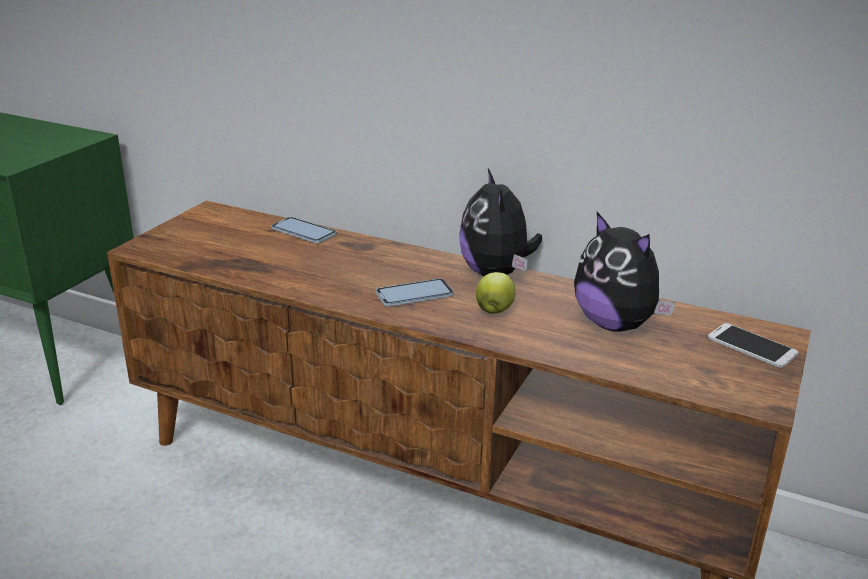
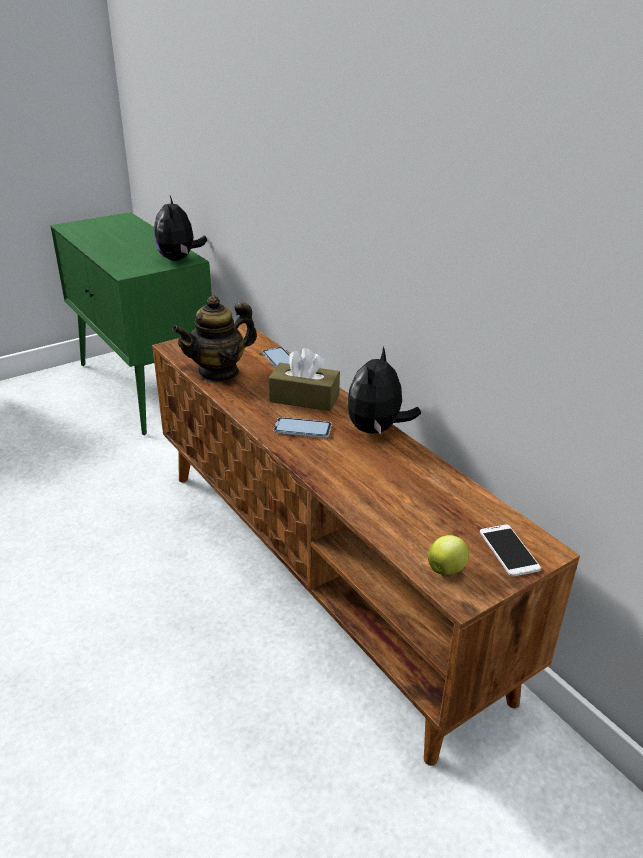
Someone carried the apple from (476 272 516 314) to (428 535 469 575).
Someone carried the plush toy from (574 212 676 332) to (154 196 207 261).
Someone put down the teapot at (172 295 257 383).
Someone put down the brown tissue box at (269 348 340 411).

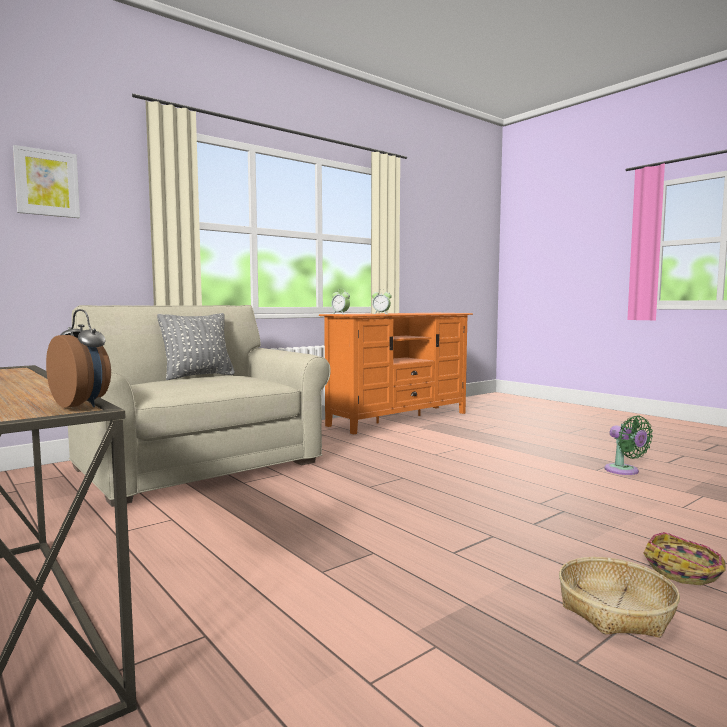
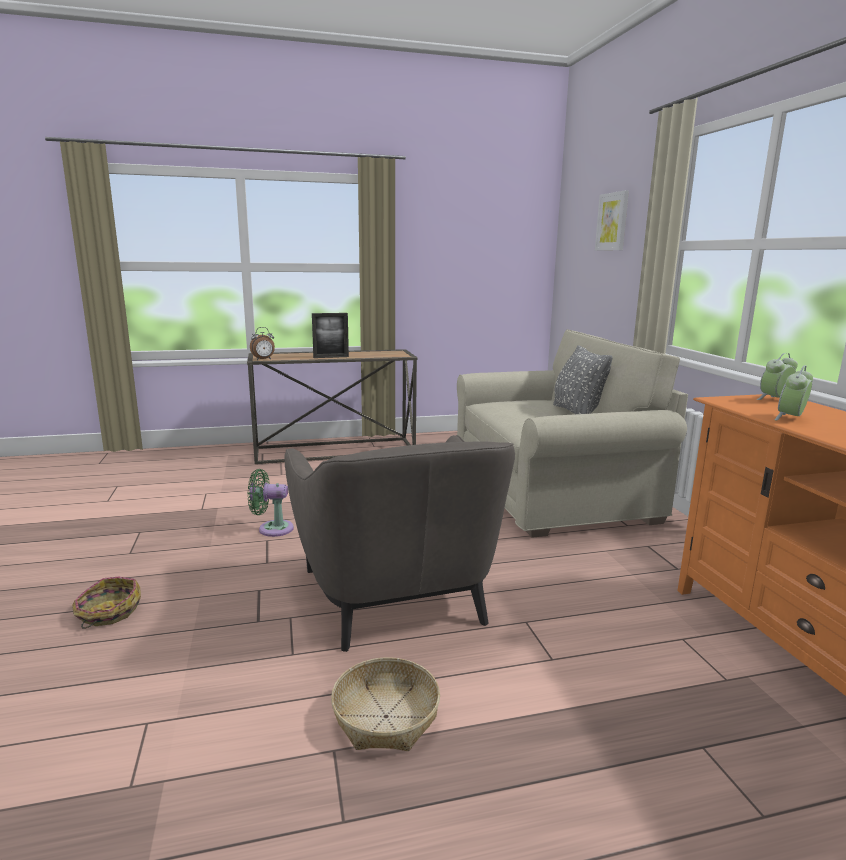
Someone carried the basket from (559 557 680 638) to (331 657 440 751).
Someone carried the green fan from (604 415 653 475) to (248 469 294 537).
Someone put down the grey armchair at (284 435 515 652).
Someone put down the picture frame at (312 313 349 358).

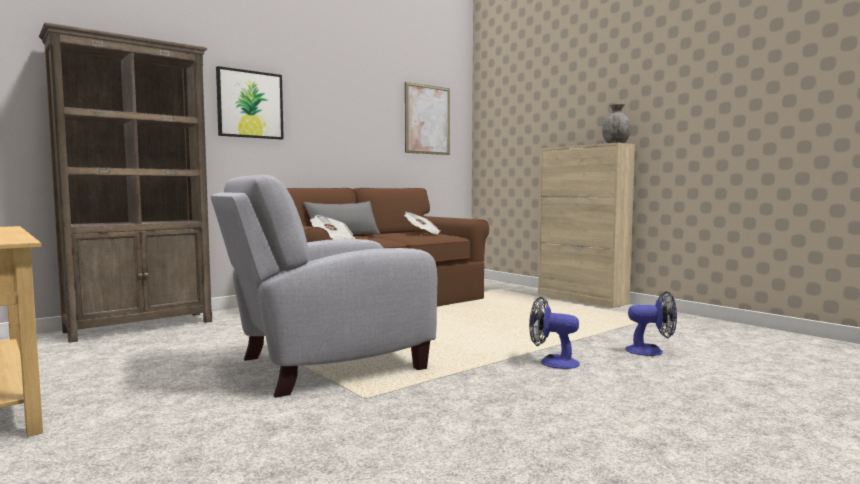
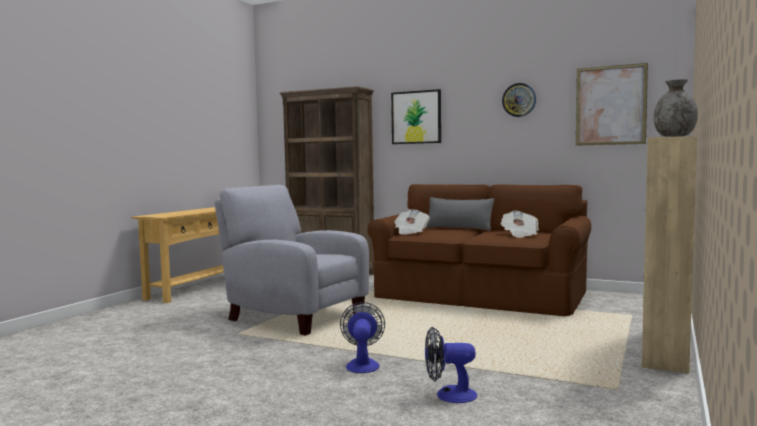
Someone rotated the fan at (625 291 677 356) by 105 degrees clockwise.
Someone put up the wall clock at (502 83 536 117).

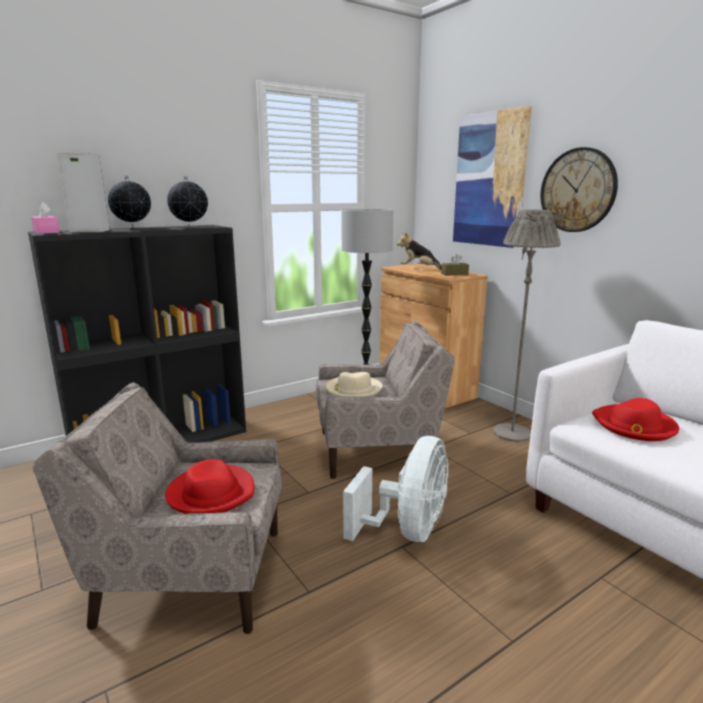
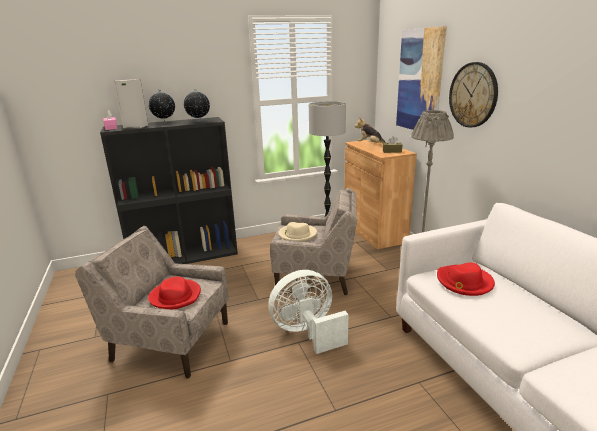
Someone rotated the white fan at (343 436 448 542) by 150 degrees counterclockwise.

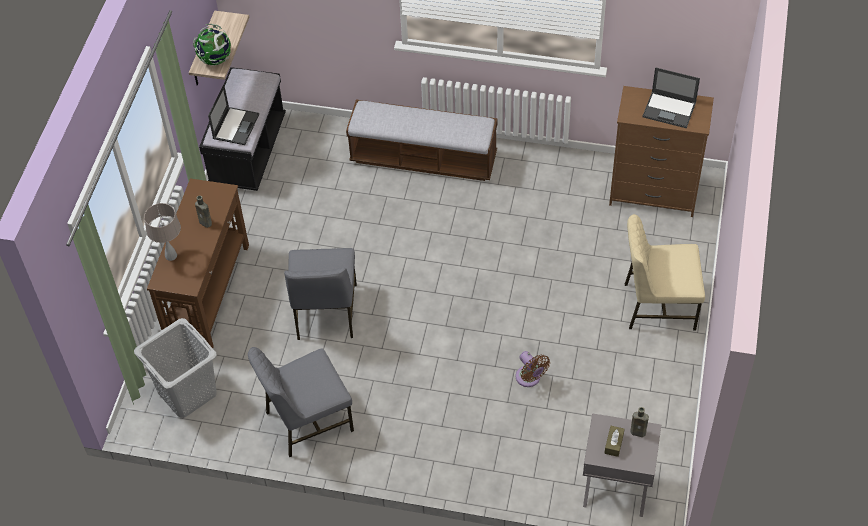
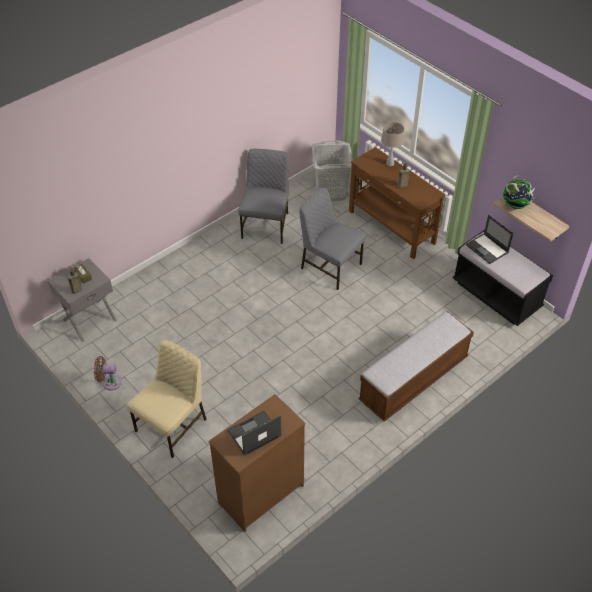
Someone carried the brown fan from (516 351 550 387) to (94 356 122 391).

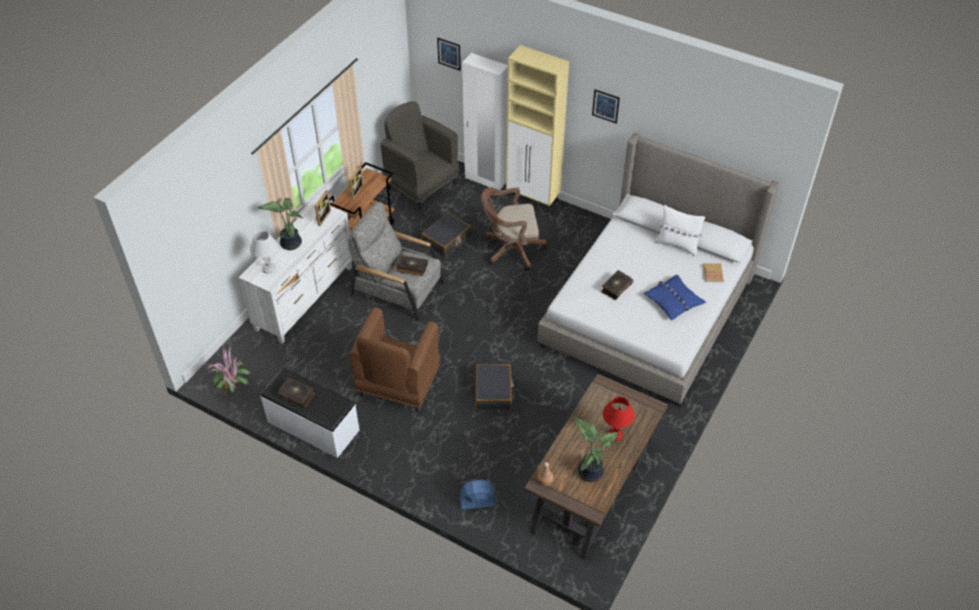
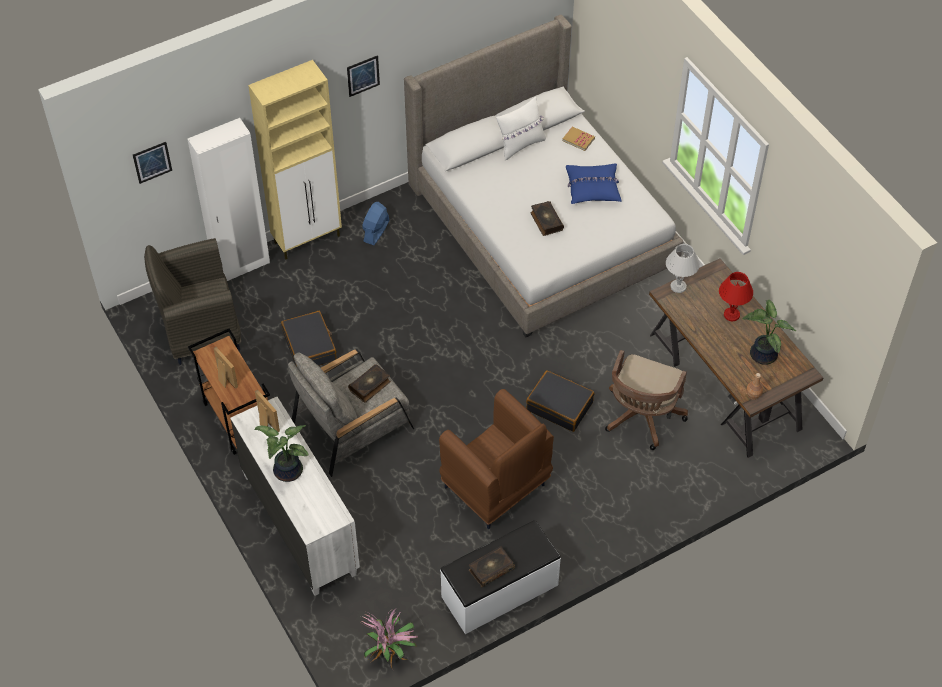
Someone carried the white table lamp from (250 230 278 274) to (666 244 700 293).
Someone carried the blue fan from (460 480 496 509) to (362 202 389 245).
Someone carried the brown office chair from (481 187 547 271) to (605 350 688 450).

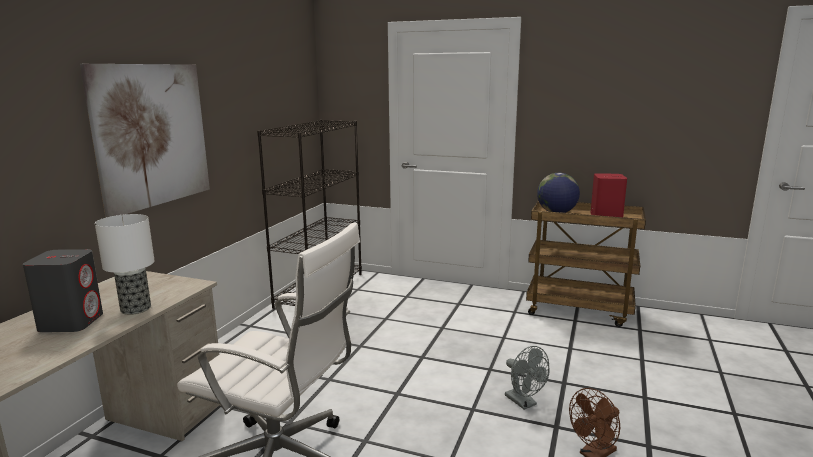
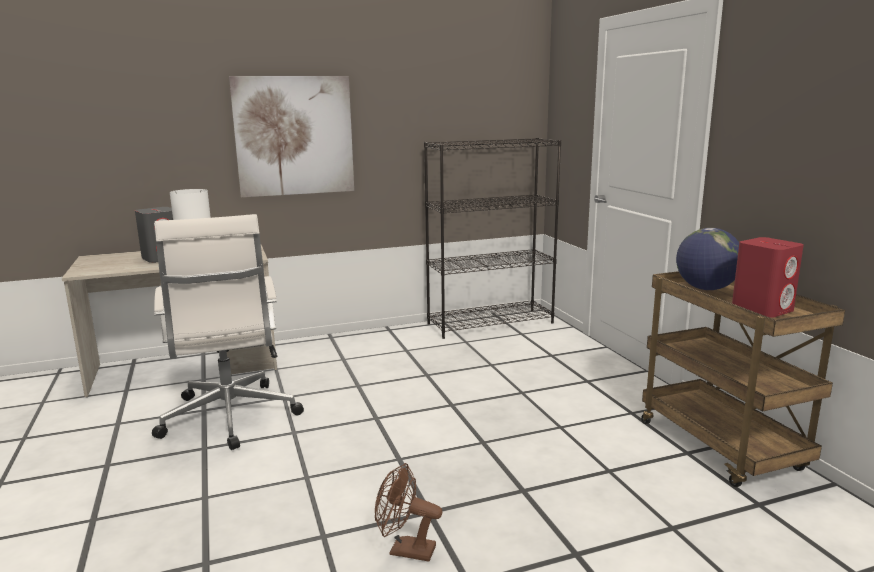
Someone took away the grey fan at (505 346 550 410).

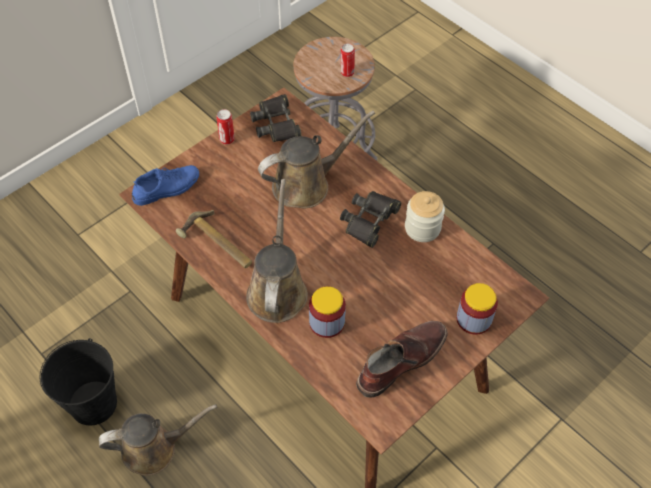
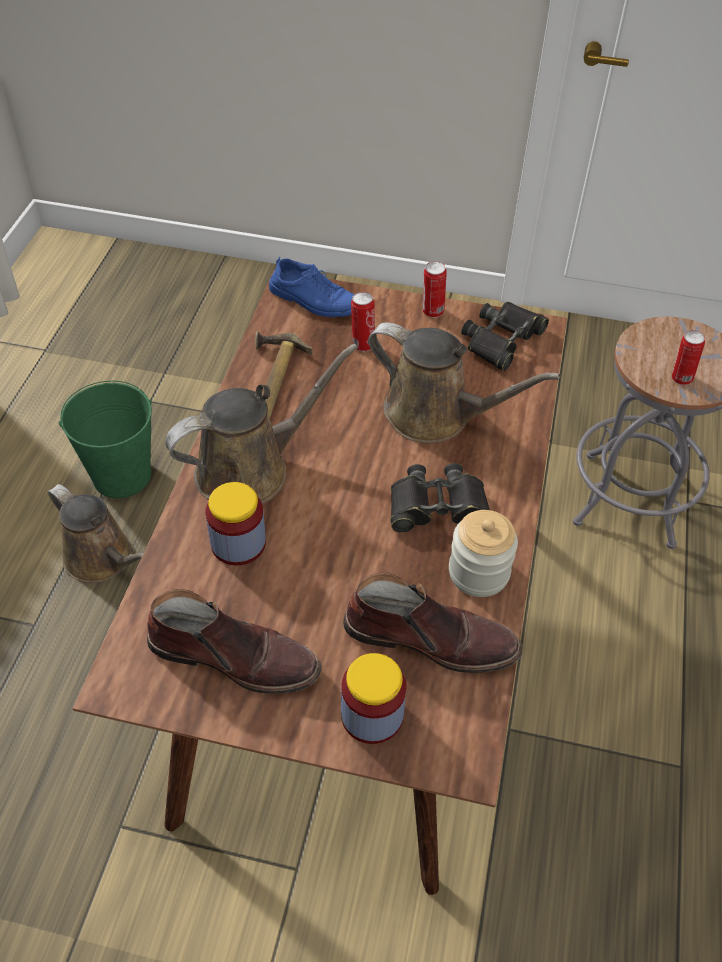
Someone repainted the black bucket at (40 338 117 426), which became the green bucket at (59 381 152 498).
Someone put down the brown boot at (343 573 522 673).
Someone put down the can at (351 292 375 352).

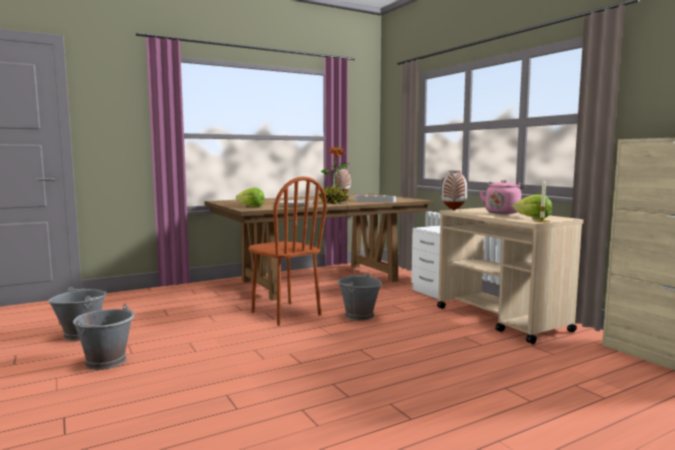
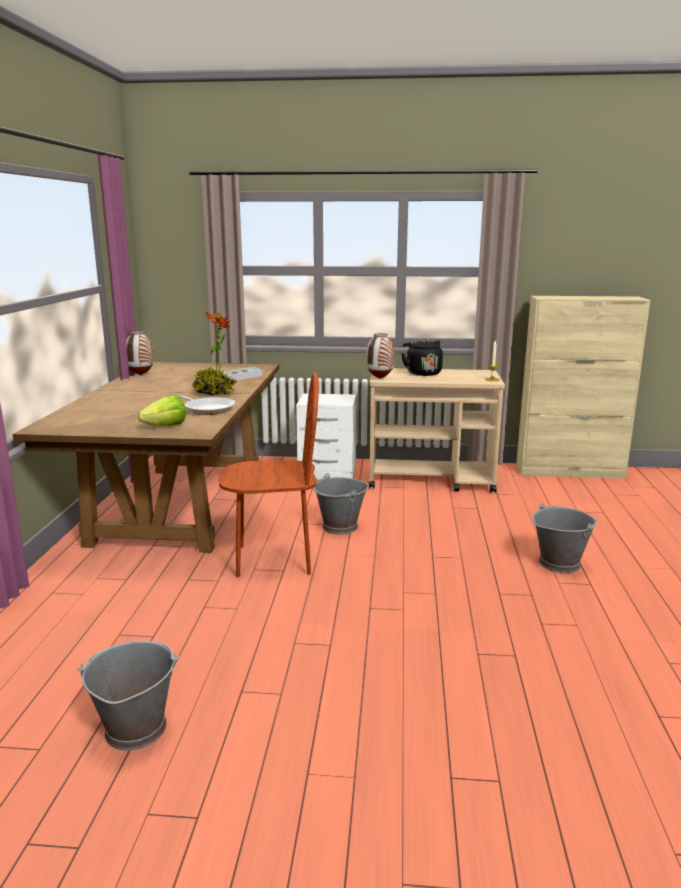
Someone carried the grey bucket from (73 304 135 370) to (533 503 598 573).
Someone repainted the pink kettle at (480 180 525 214), which became the black kettle at (401 339 443 376).
Someone took away the lettuce at (513 194 552 218).

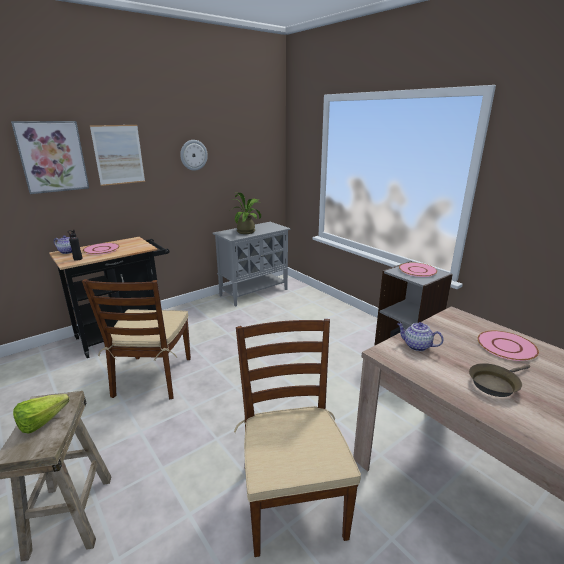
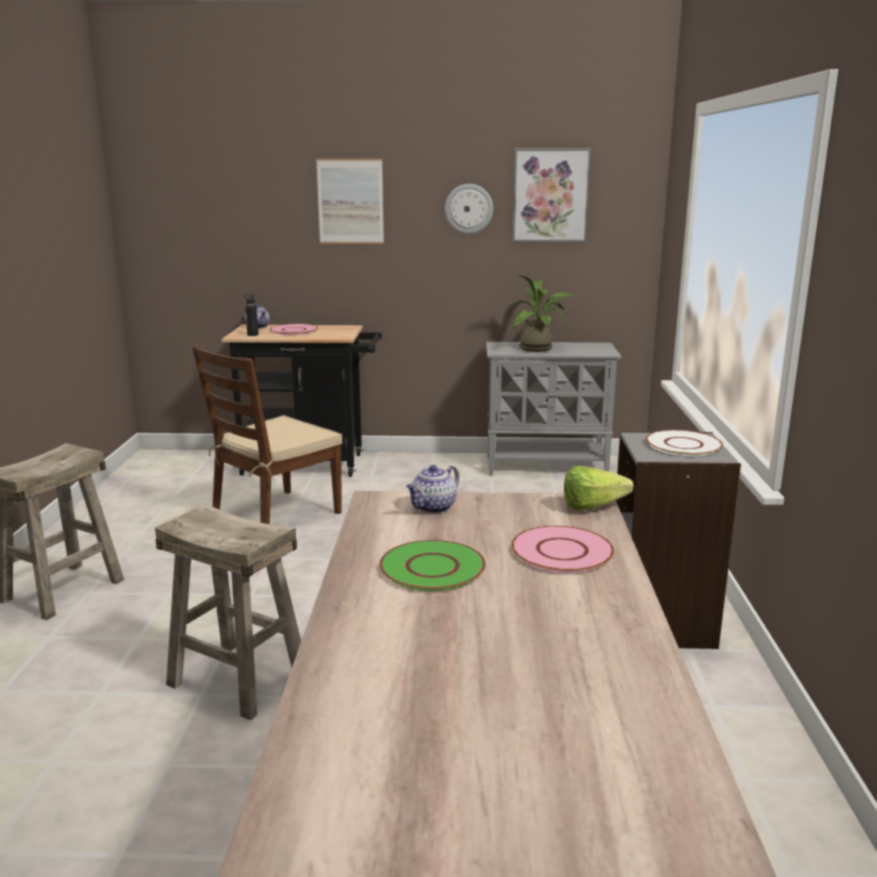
Someone carried the picture from (11 121 89 194) to (512 149 591 242).
Someone carried the lettuce from (13 394 69 434) to (564 466 634 510).
Someone swapped the brown chair at (234 319 361 557) for the beige stool at (155 504 301 720).
Someone rotated the teapot at (397 322 444 351) by 120 degrees counterclockwise.
Someone repainted the pink plate at (399 263 437 277), which became the white plate at (645 430 723 456).
Someone swapped the brown frying pan at (469 363 530 397) for the green plate at (379 540 486 591).

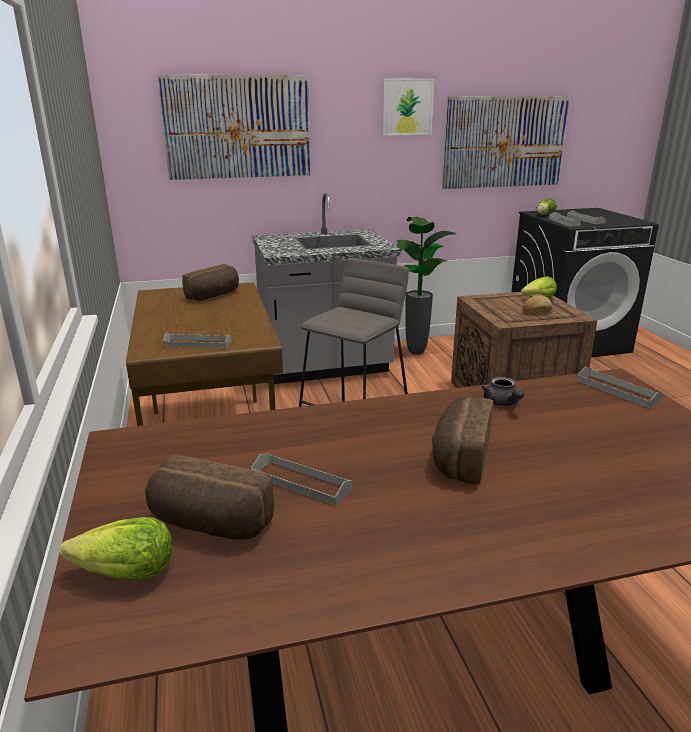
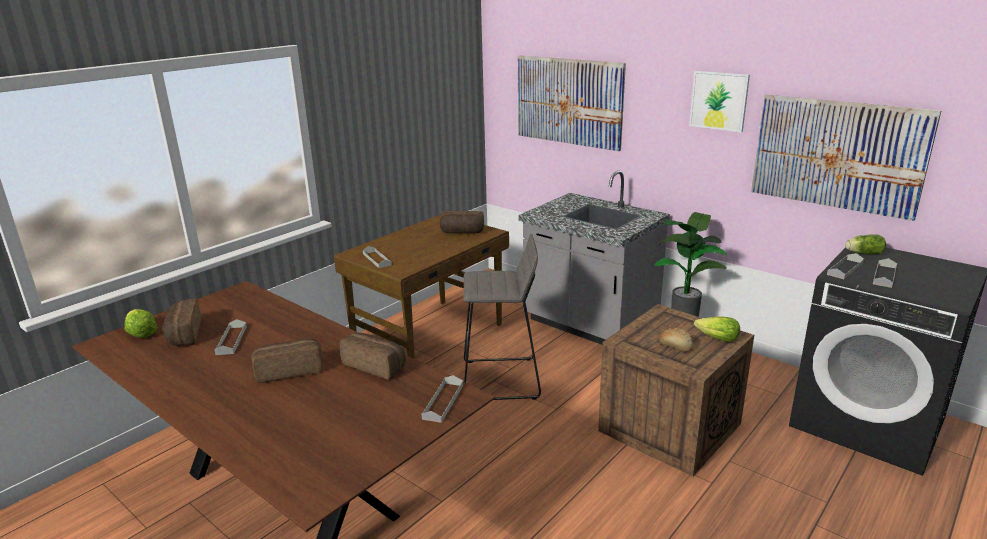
Someone swapped the grey teapot at (481 377 525 406) for the bread at (339 333 406 380).

